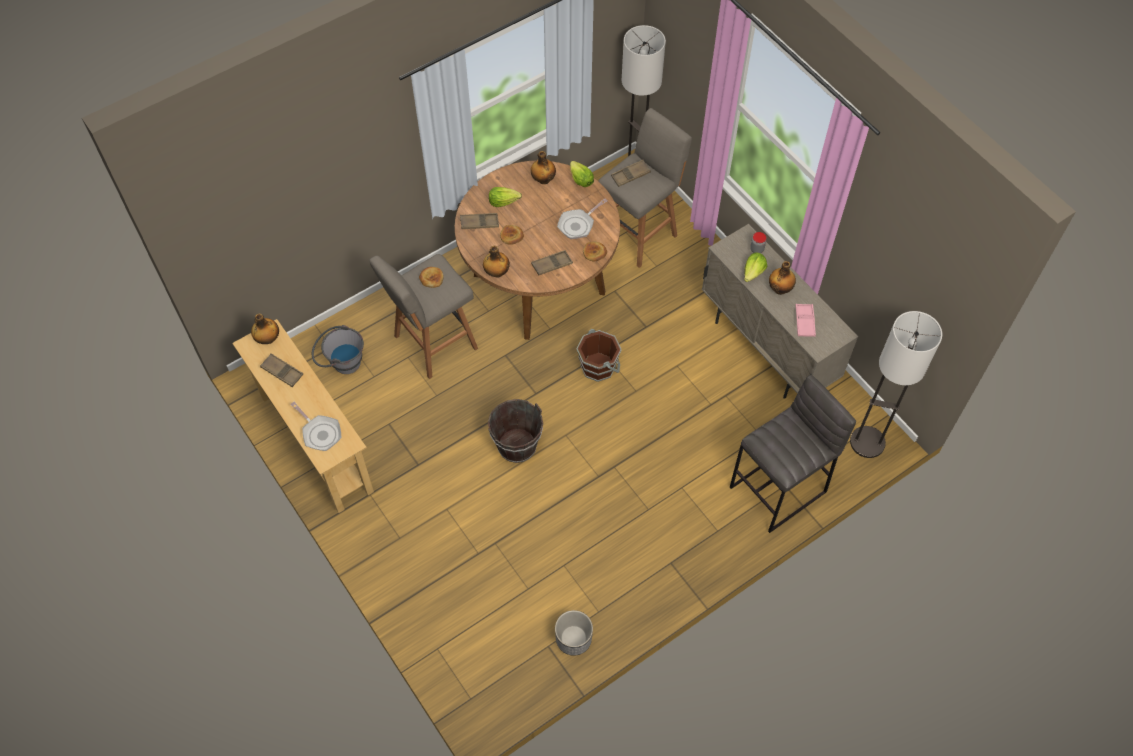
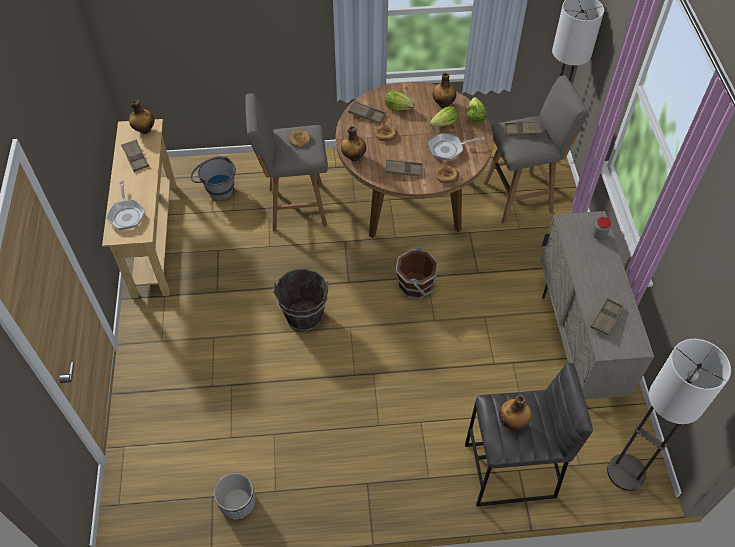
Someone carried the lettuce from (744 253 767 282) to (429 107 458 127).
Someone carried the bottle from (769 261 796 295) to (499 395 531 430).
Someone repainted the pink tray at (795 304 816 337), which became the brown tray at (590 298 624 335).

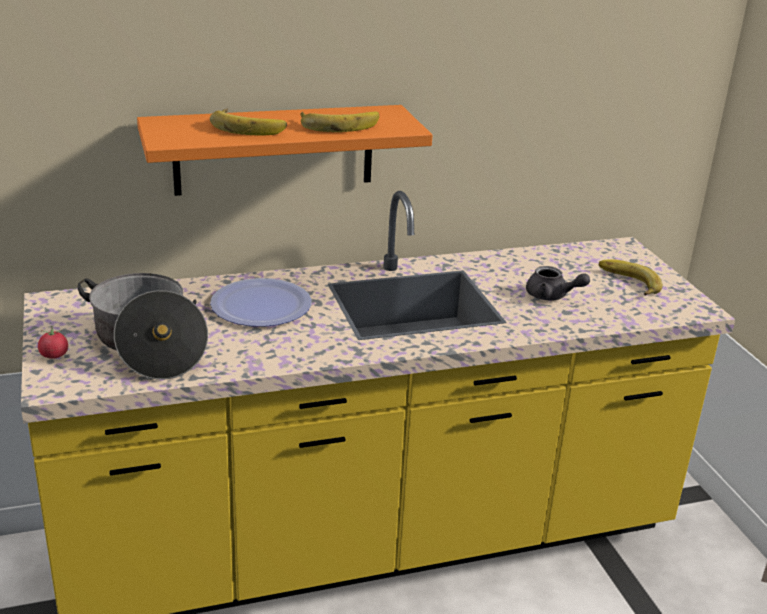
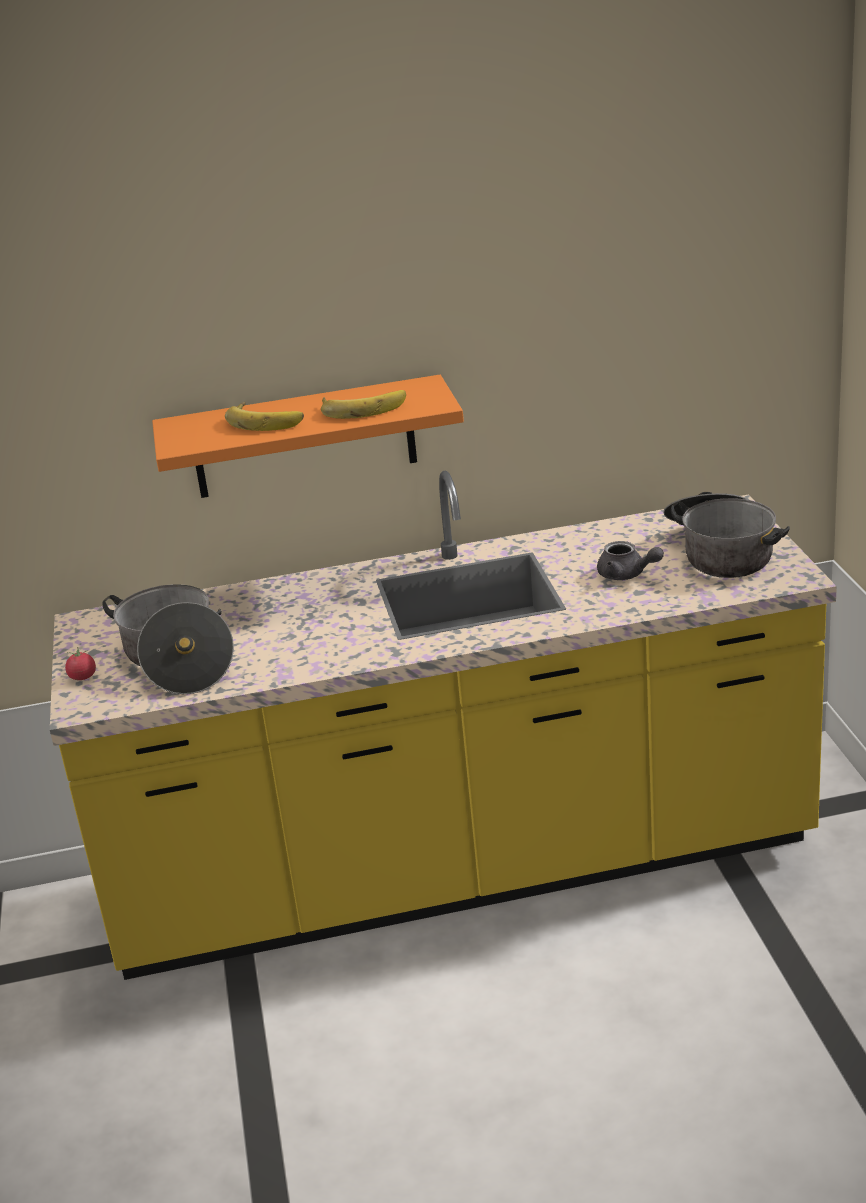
Someone took away the plate at (210 278 312 327).
Someone swapped the banana at (599 259 663 295) for the cooking pot at (663 492 790 578).

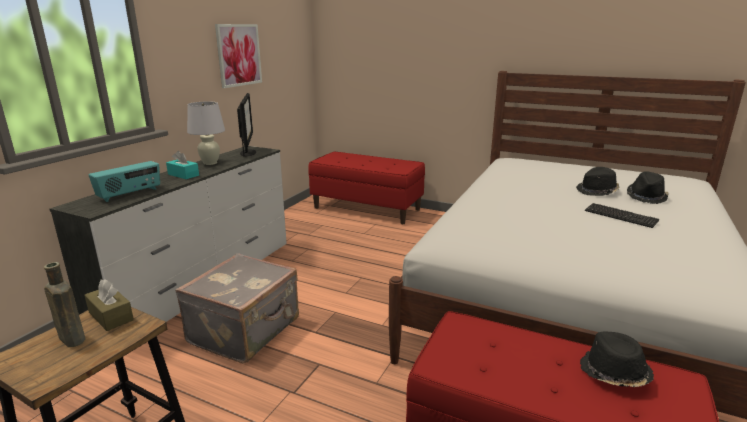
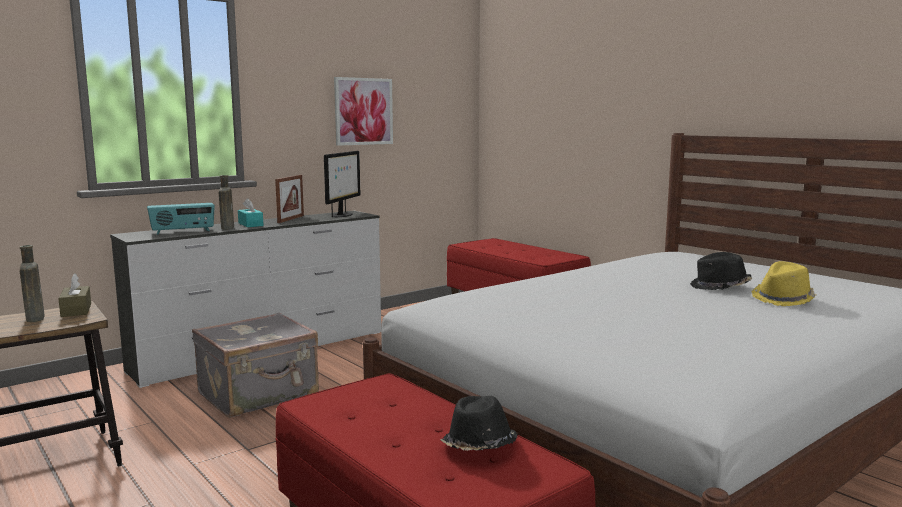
Someone swapped the white table lamp at (187 101 225 165) for the picture frame at (275 175 304 223).
Someone took away the keyboard at (585 203 660 228).
Someone repainted the black hat at (627 171 669 204), which became the yellow hat at (751 261 817 306).
Someone put down the brown bottle at (219 175 234 229).

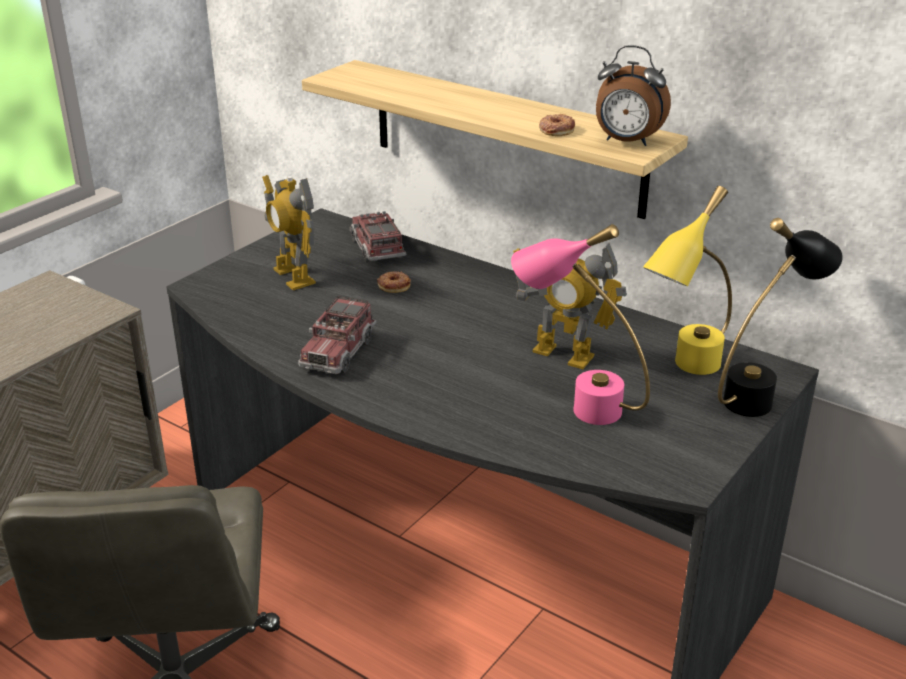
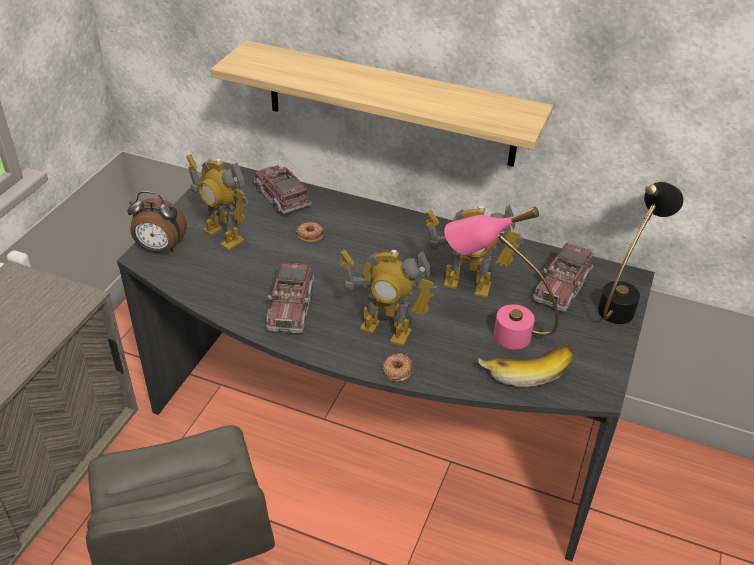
Someone carried the donut from (539 114 575 136) to (382 353 413 382).
Someone carried the alarm clock from (596 45 671 146) to (127 191 187 253).
Someone swapped the yellow table lamp at (643 186 732 375) for the toy truck at (533 243 594 312).
Someone put down the toy robot at (340 249 439 346).
Someone put down the banana at (478 345 573 387).

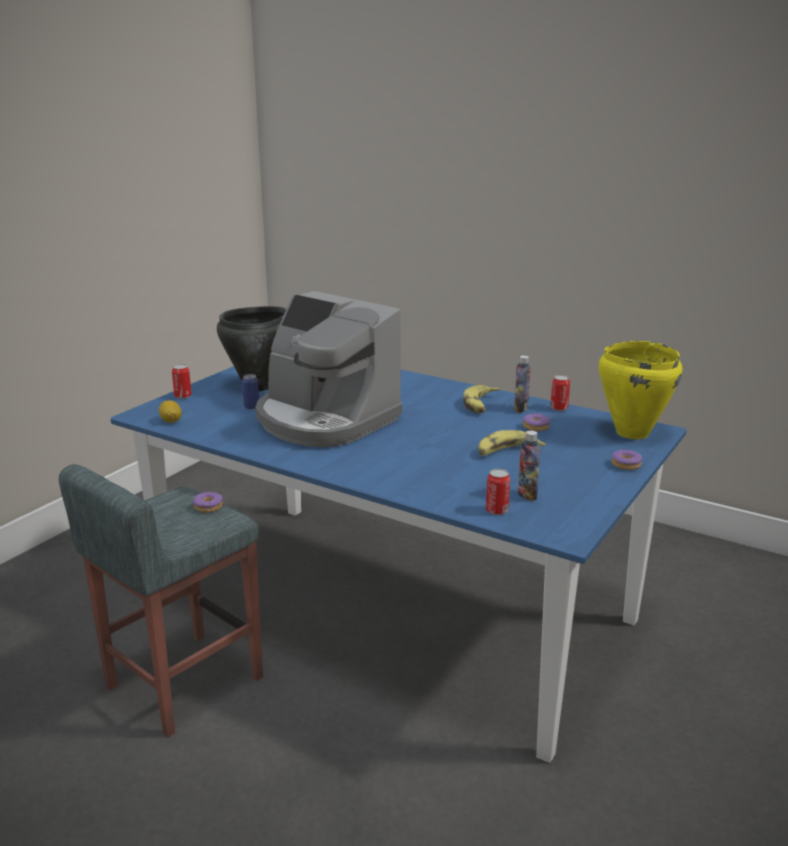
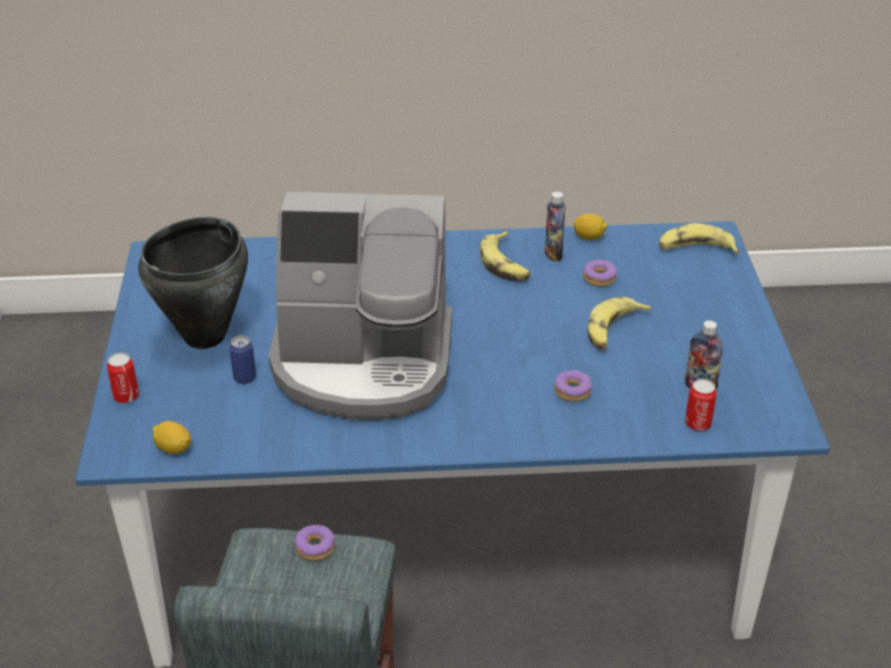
Someone swapped the can at (550 375 570 411) for the lemon at (574 214 608 240).
Someone swapped the yellow cooking pot at (599 341 682 439) for the banana at (659 223 739 254).
Someone carried the donut from (611 450 642 470) to (554 370 592 401).

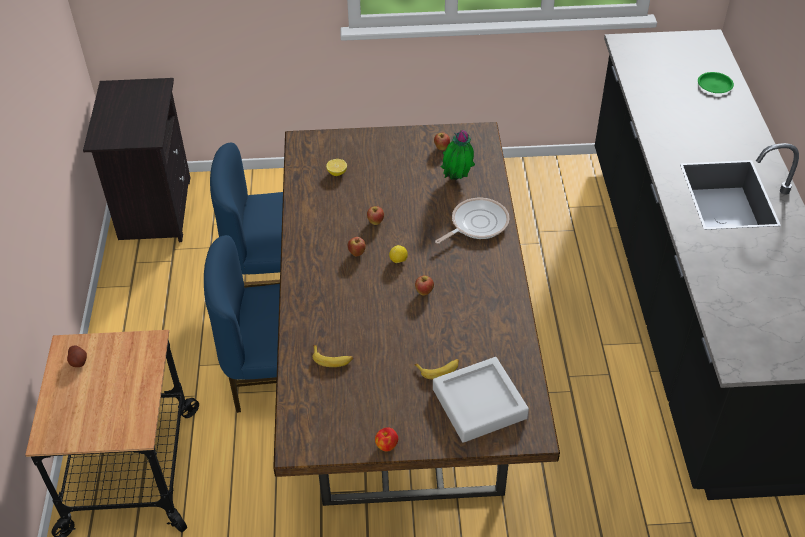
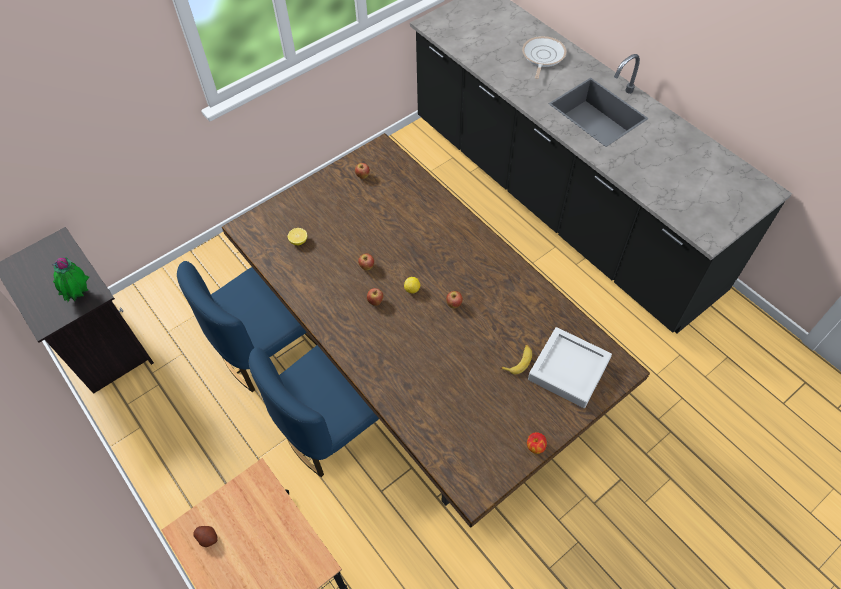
Someone took away the banana at (312 345 353 367).
Someone carried the frying pan from (435 198 509 244) to (522 36 566 79).
Someone carried the potted plant from (441 130 475 180) to (52 257 89 302).
Someone took away the green plate at (698 72 734 93).

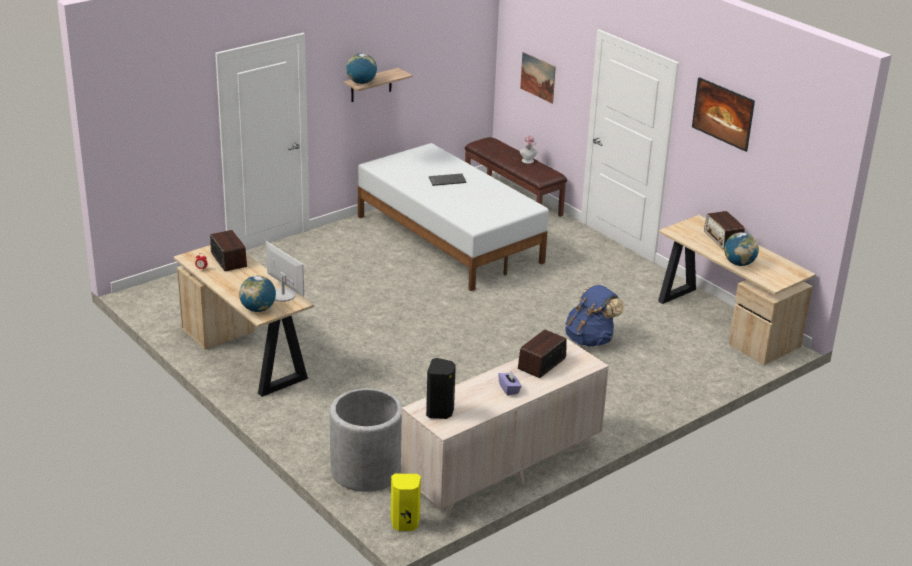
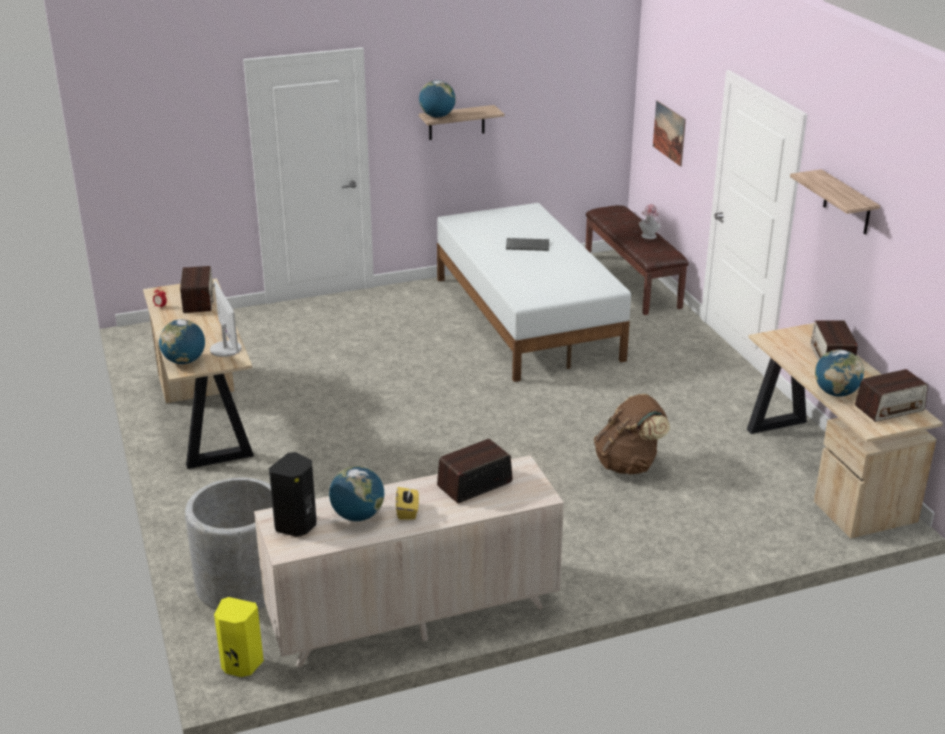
Someone repainted the purple tissue box at (498 371 521 395), which became the yellow tissue box at (396 487 419 520).
Someone repainted the blue backpack at (565 284 625 346), which became the brown backpack at (594 394 670 475).
Someone swapped the picture at (692 77 755 152) for the shelf at (790 169 880 235).
Someone put down the globe at (329 466 384 521).
Someone put down the radio at (855 369 928 422).

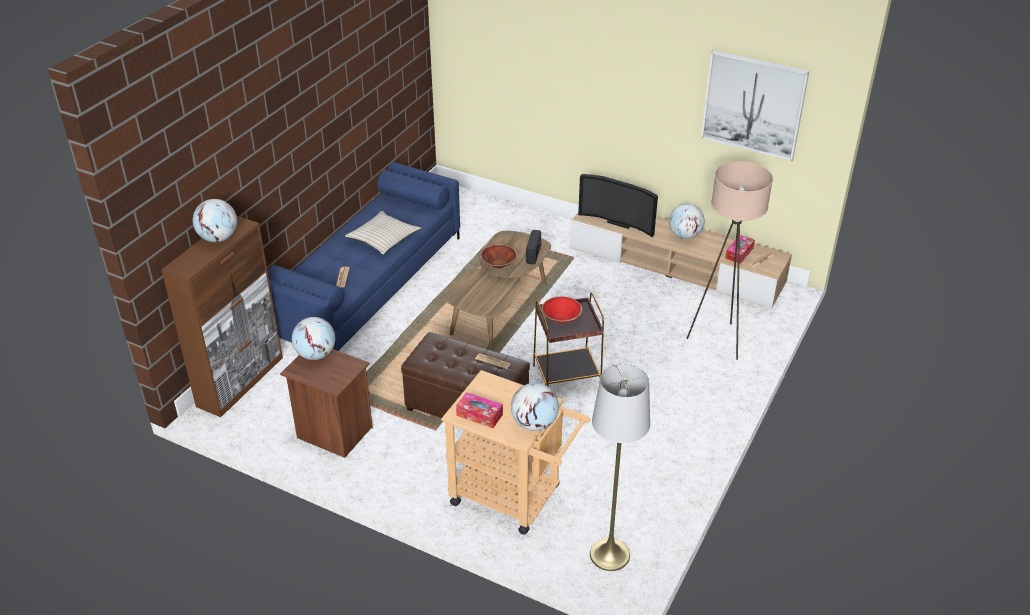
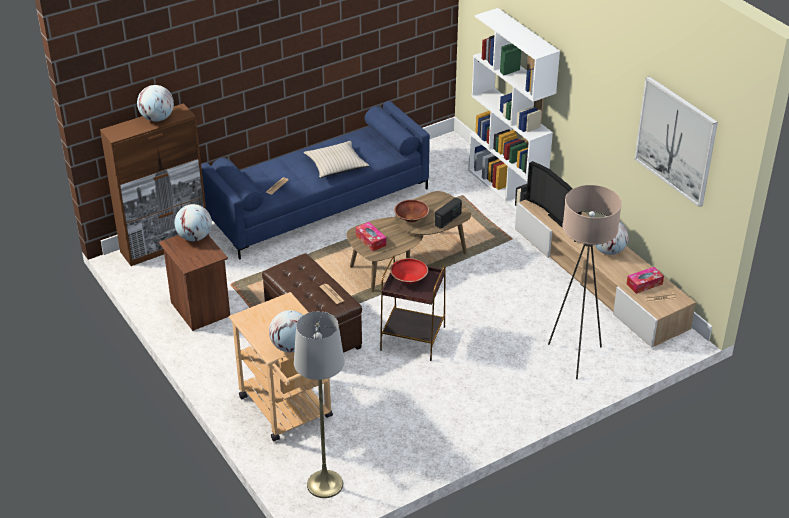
Someone carried the tissue box from (456 392 503 428) to (356 222 386 251).
Someone put down the white bookcase at (468 8 560 211).

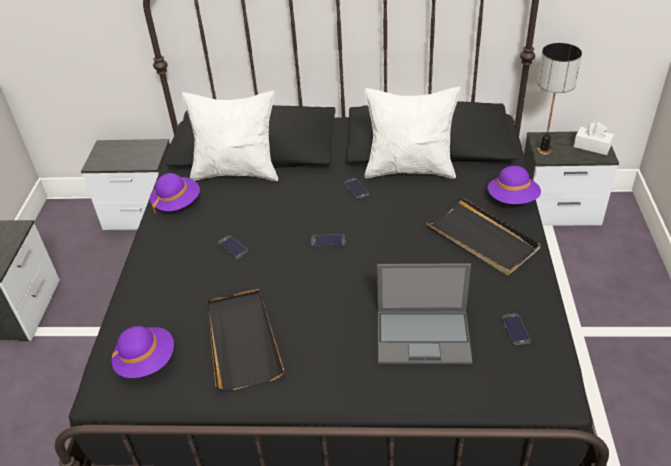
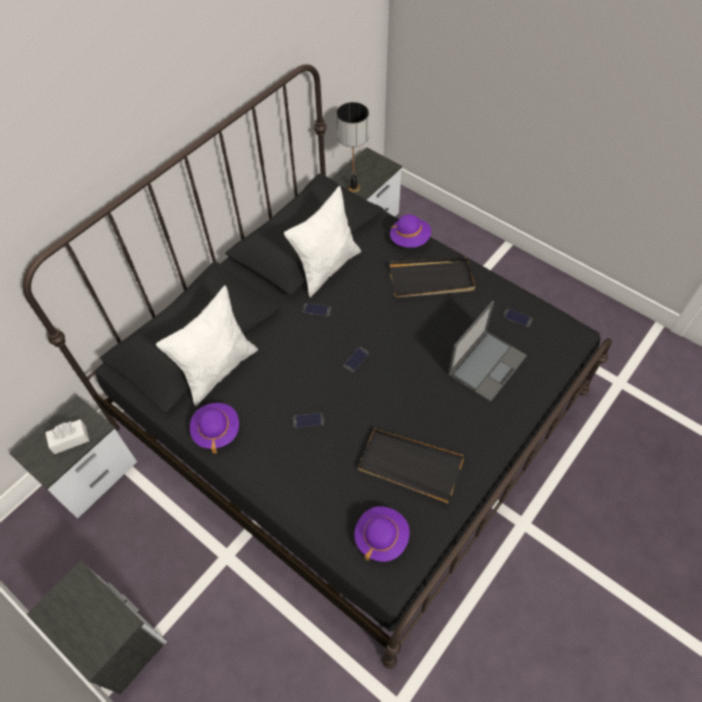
Someone carried the white tissue box from (574 122 614 155) to (45 419 90 454).

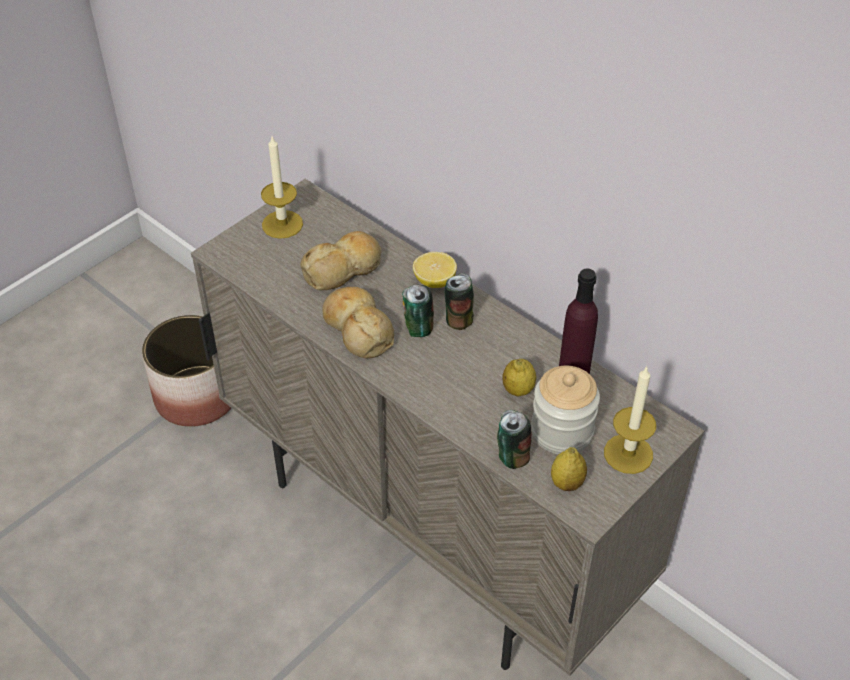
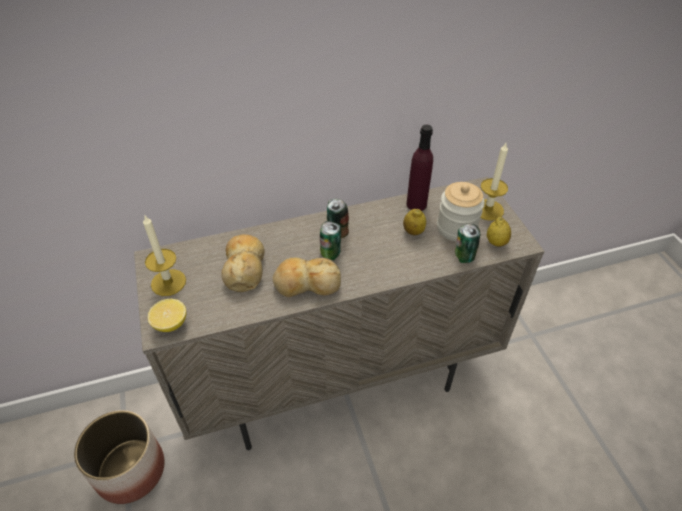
Someone carried the lemon from (413 252 457 288) to (148 299 186 332).

